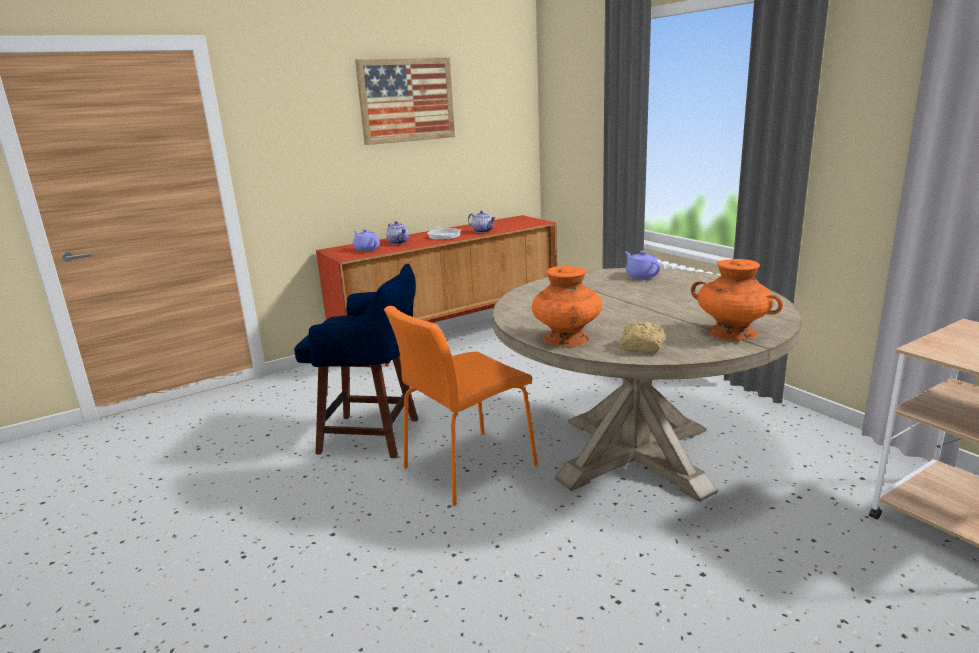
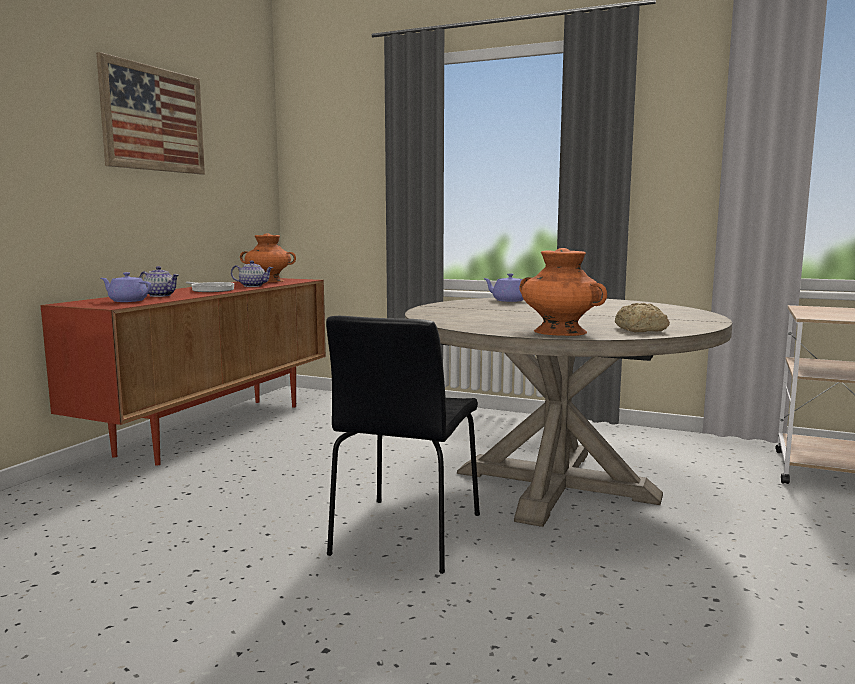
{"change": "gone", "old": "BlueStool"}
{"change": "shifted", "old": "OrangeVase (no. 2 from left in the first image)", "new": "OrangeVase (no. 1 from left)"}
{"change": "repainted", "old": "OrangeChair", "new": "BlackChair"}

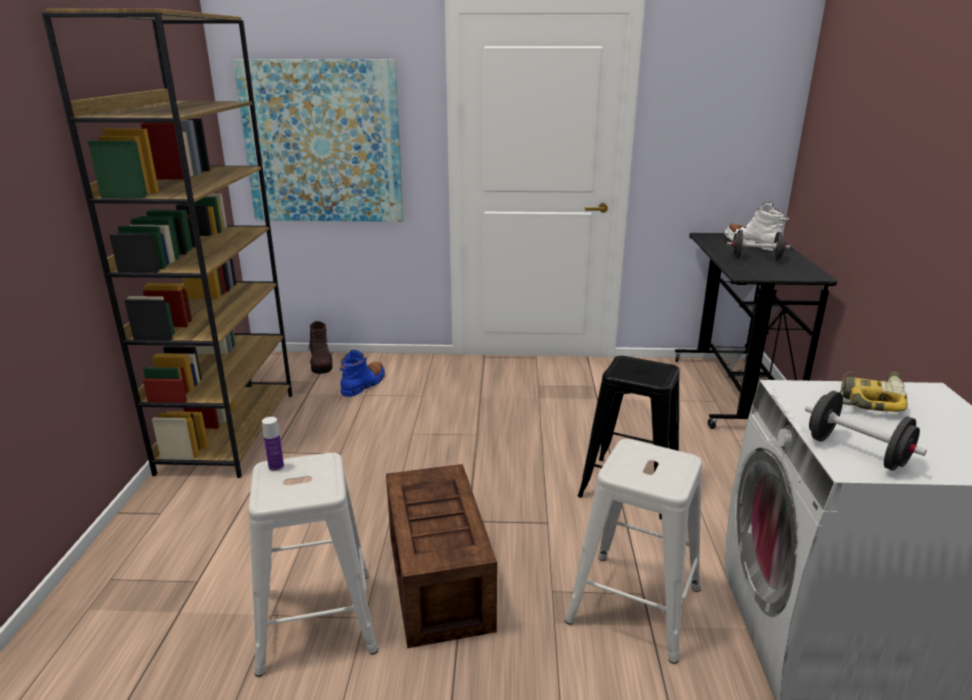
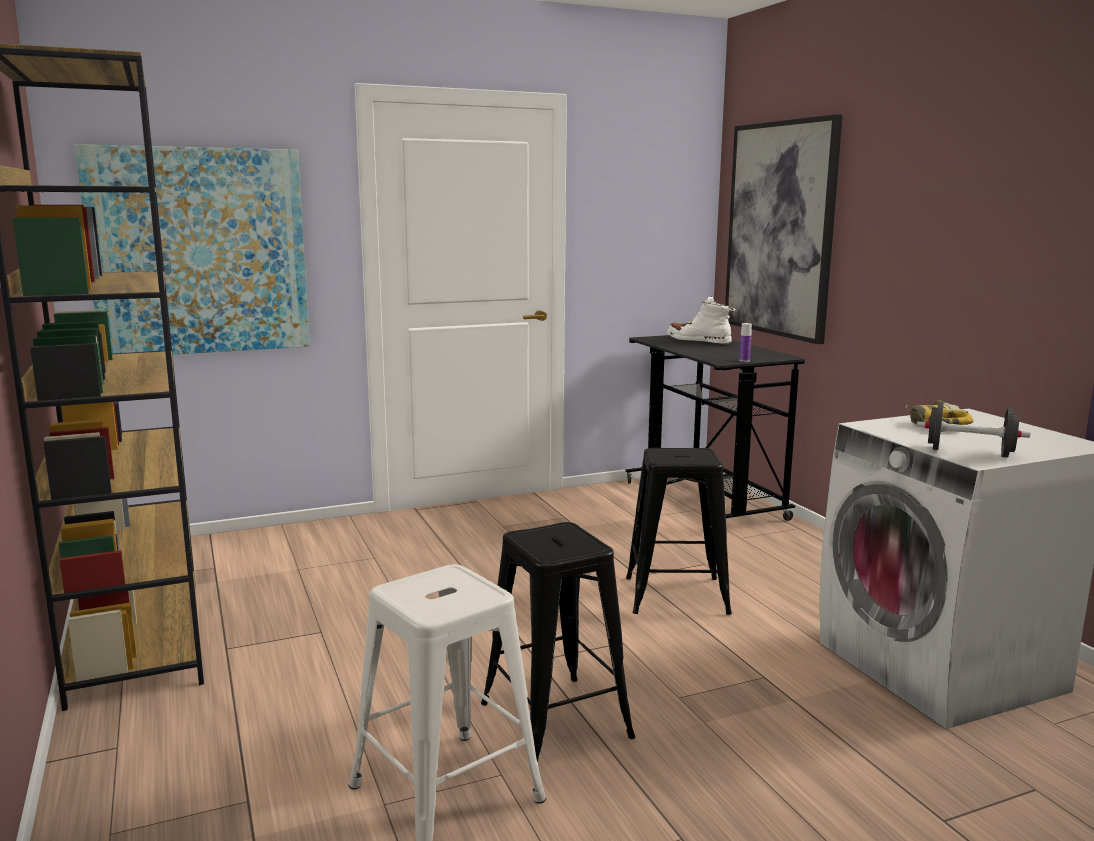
{"change": "gone", "old": "BrownBoot"}
{"change": "gone", "old": "BlueBoot"}
{"change": "gone", "old": "WhiteStool (no. 2 from left)"}
{"change": "gone", "old": "BlackDumbbell (no. 1 from left)"}
{"change": "new", "new": "Picture (no. 2 from left)"}
{"change": "shifted", "old": "Bottle"}
{"change": "swapped", "old": "Crate", "new": "BlackStool (no. 1 from left)"}

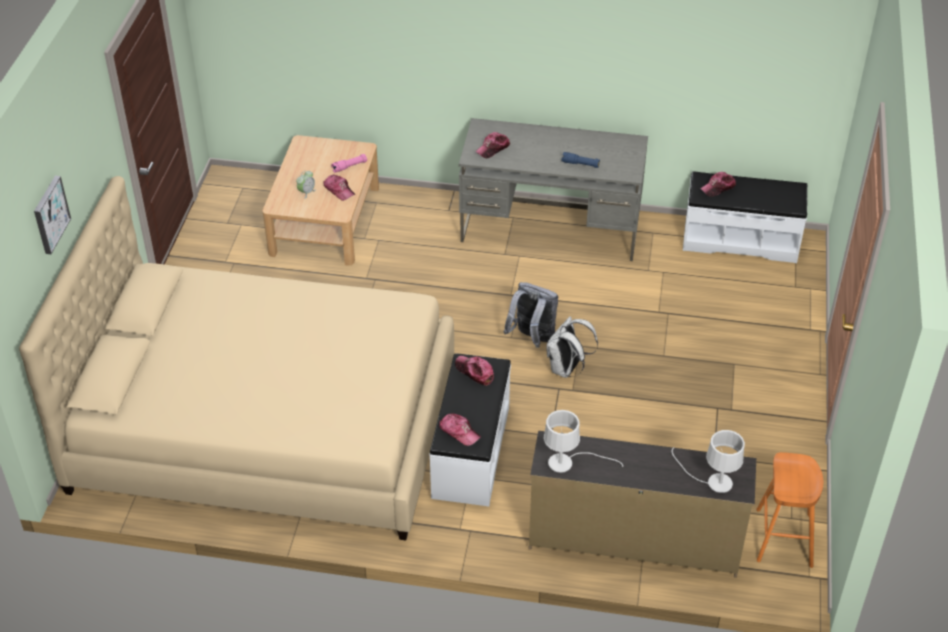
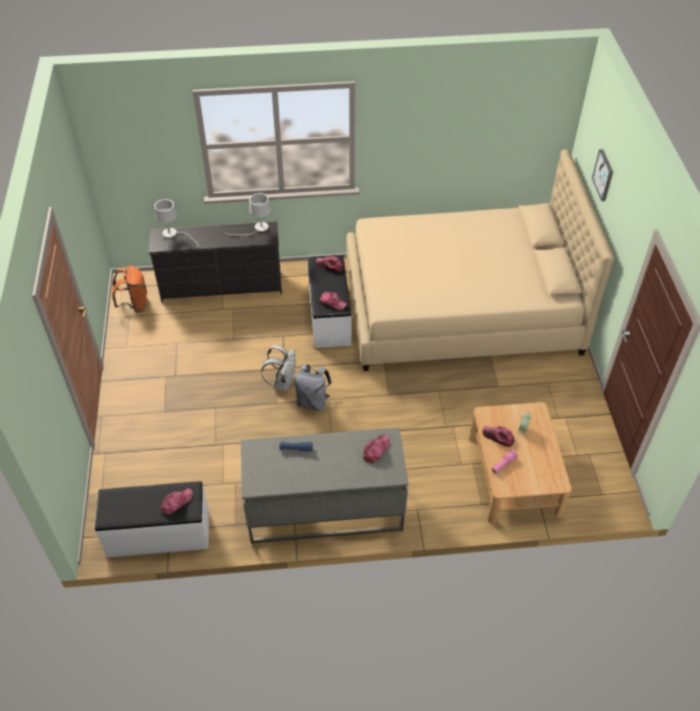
{"change": "swapped", "old": "OrangeStool", "new": "OrangeBackpack"}

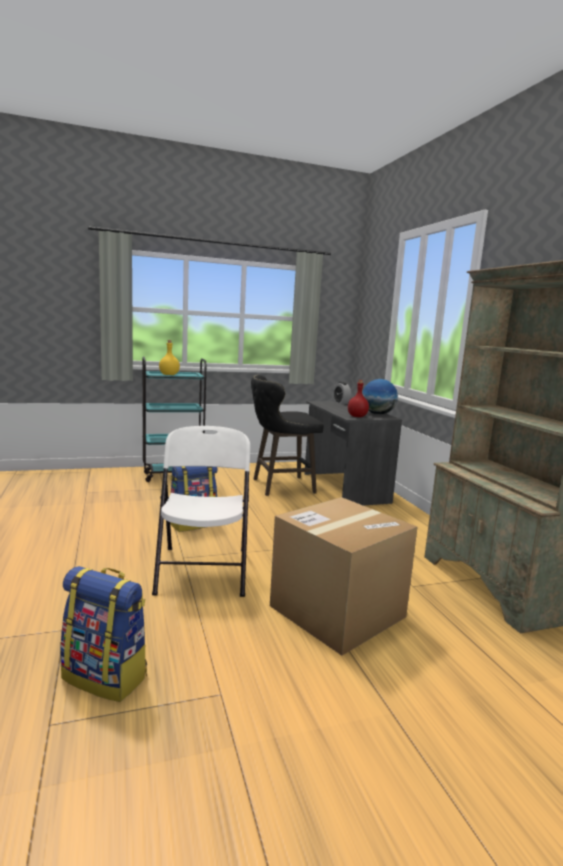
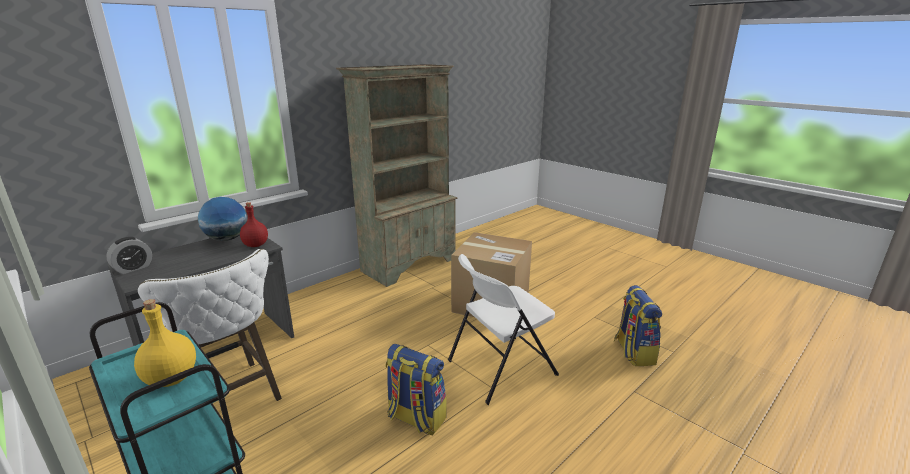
{"change": "repainted", "old": "BlackStool", "new": "WhiteStool"}

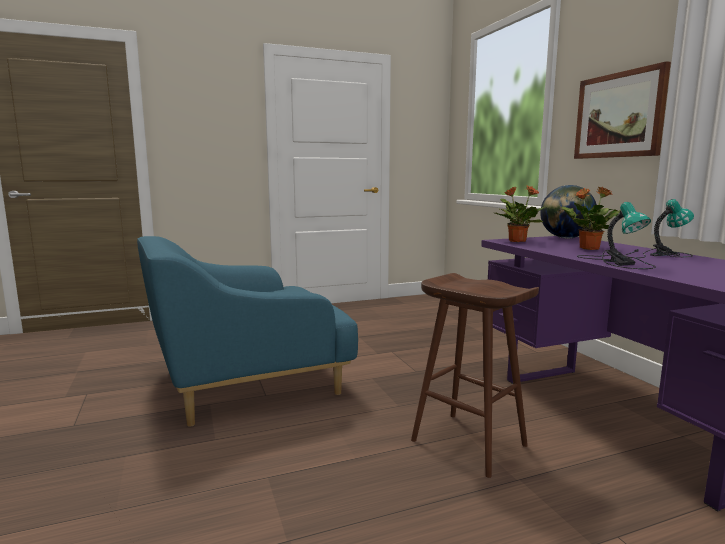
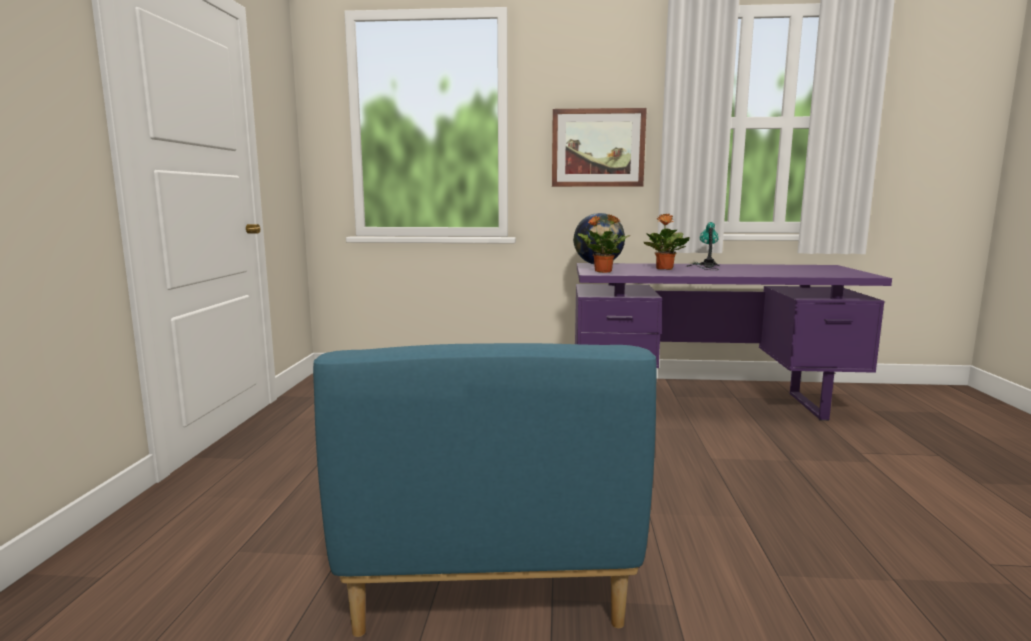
{"change": "gone", "old": "BrownStool"}
{"change": "gone", "old": "TableLamp (no. 1 from left)"}

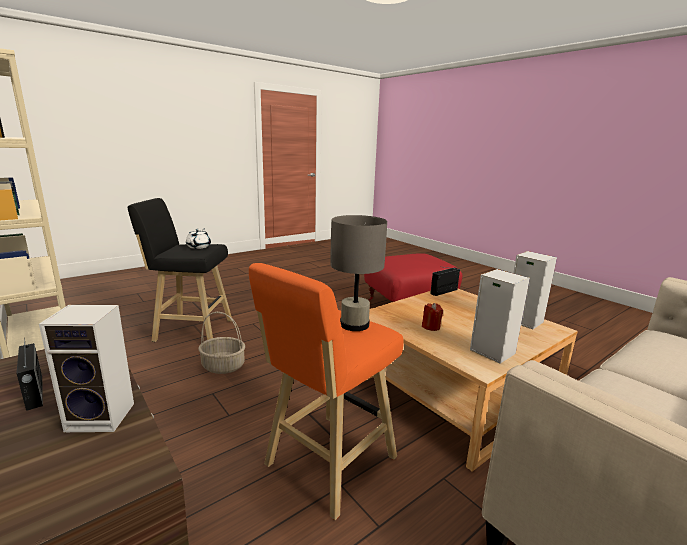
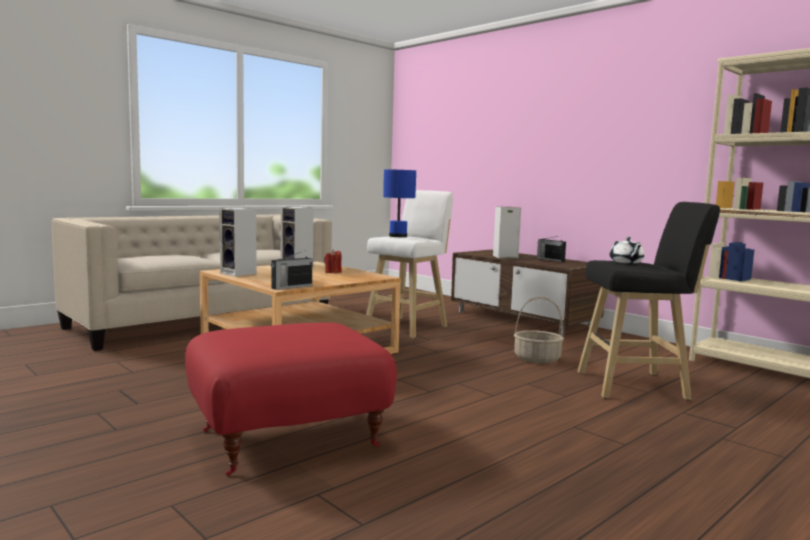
{"change": "repainted", "old": "OrangeStool", "new": "WhiteStool"}
{"change": "repainted", "old": "GreyTableLamp", "new": "BlueTableLamp"}

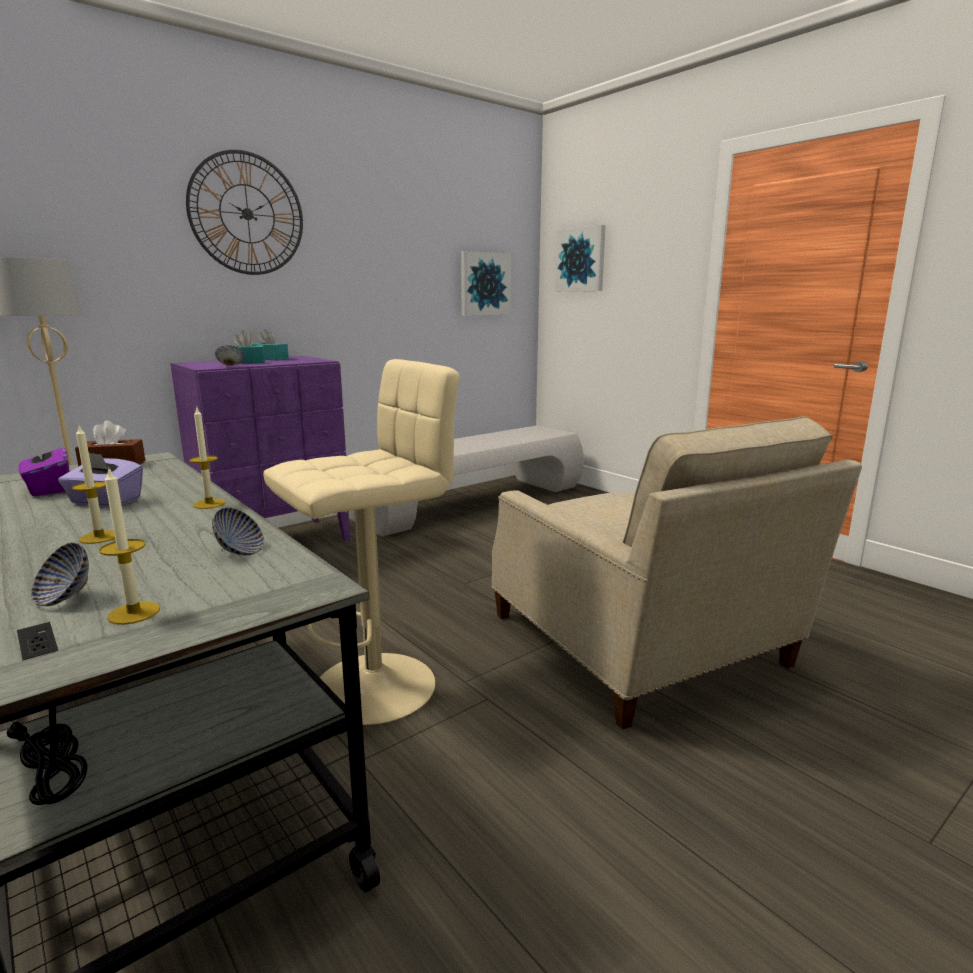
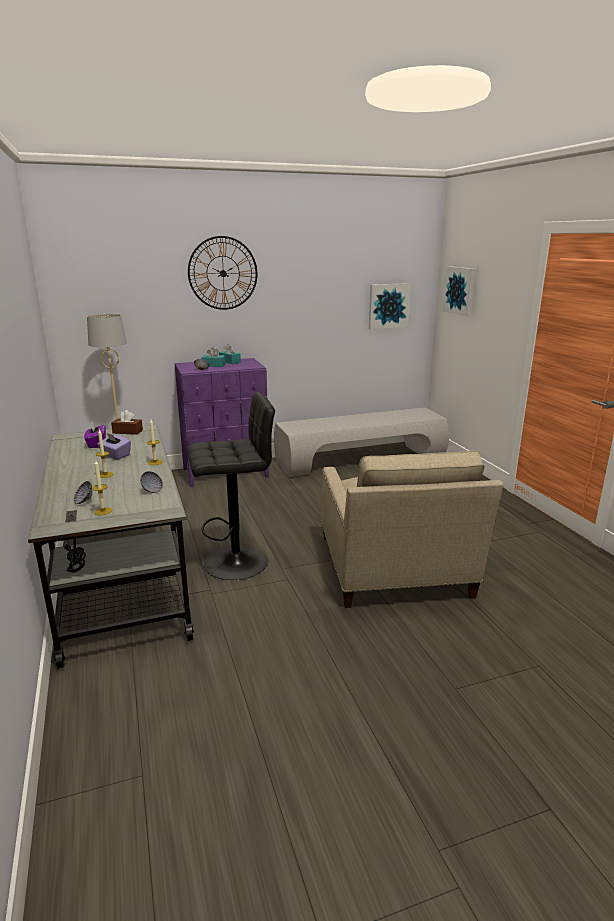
{"change": "repainted", "old": "BeigeStool", "new": "BlackStool"}

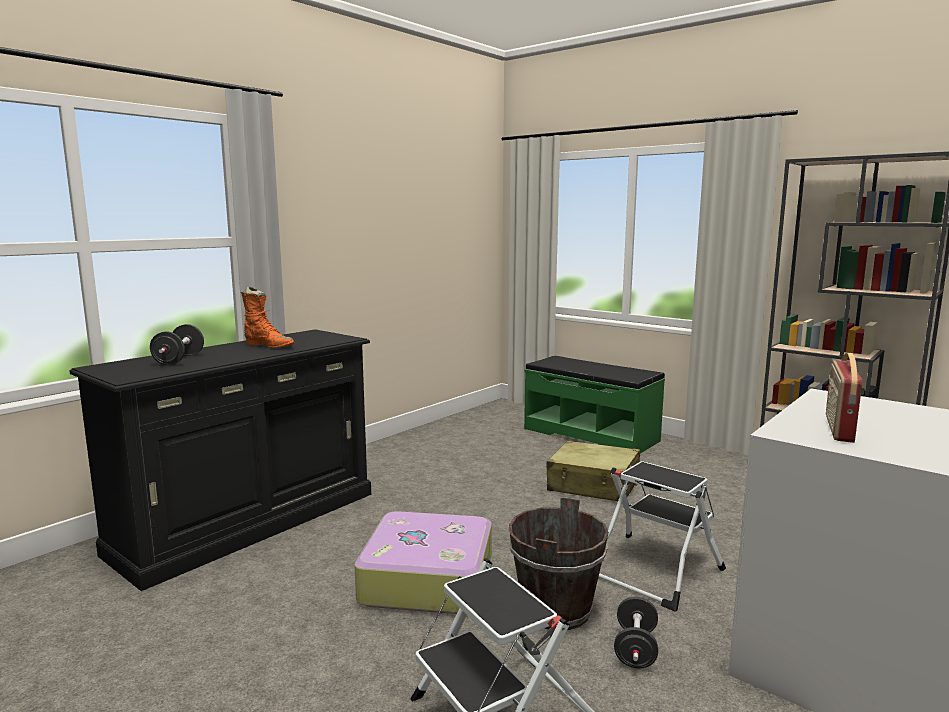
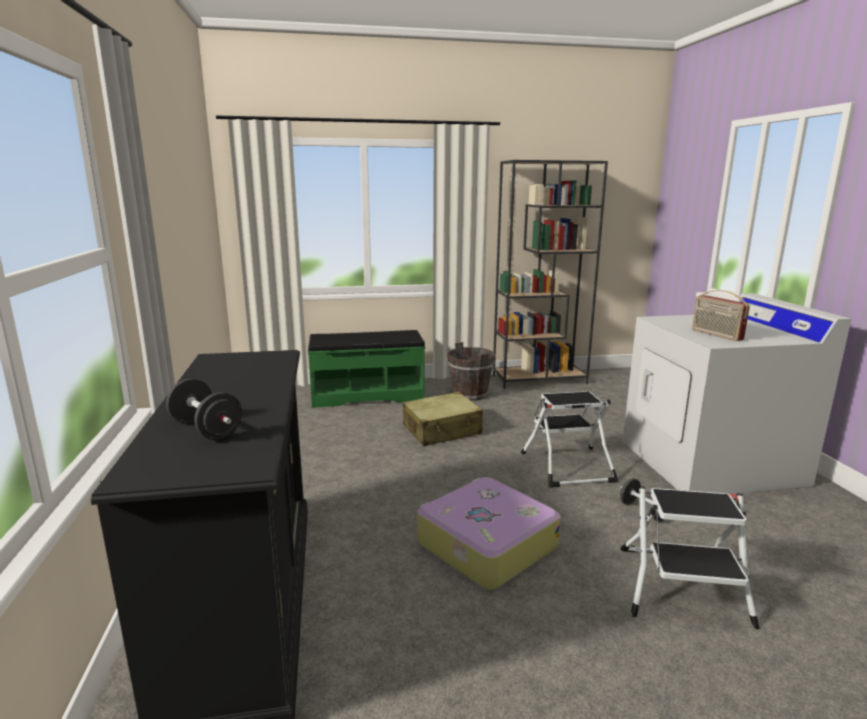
{"change": "gone", "old": "OrangeBoot"}
{"change": "shifted", "old": "BrownBucket"}

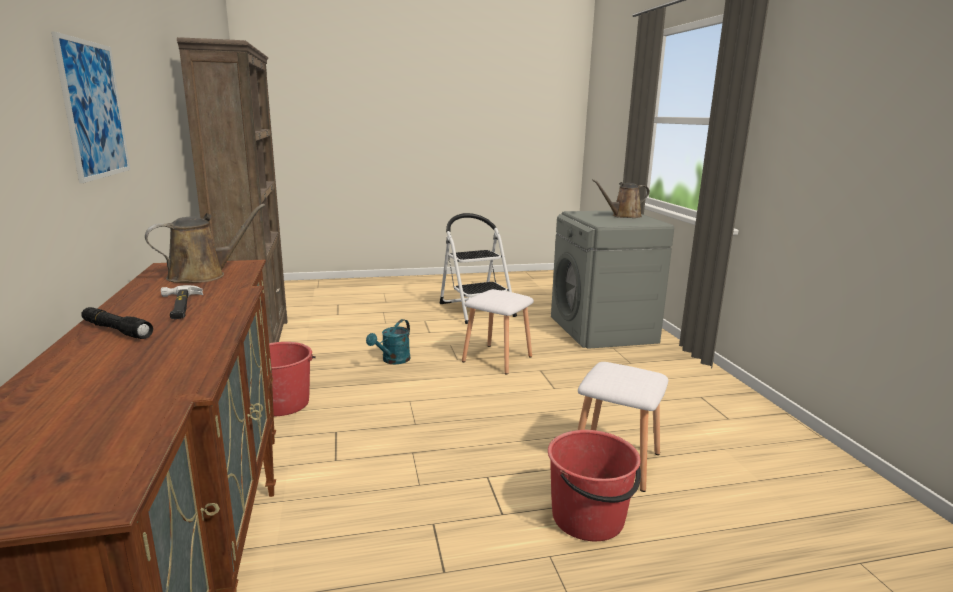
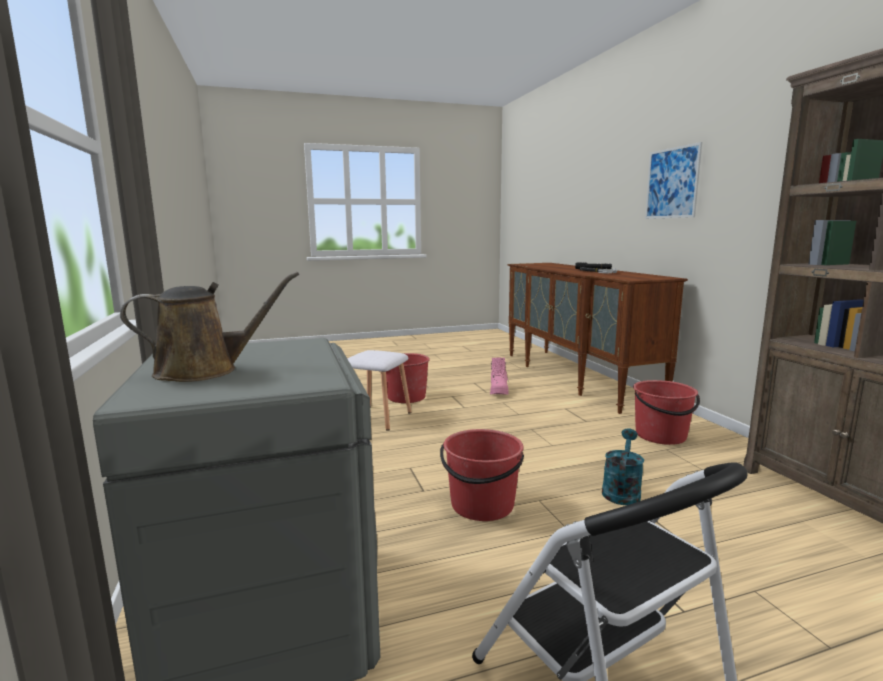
{"change": "gone", "old": "BrownWateringCan (no. 1 from left)"}
{"change": "new", "new": "PinkBoot"}
{"change": "swapped", "old": "WhiteStool (no. 1 from left)", "new": "RedBucket (no. 2 from left)"}

